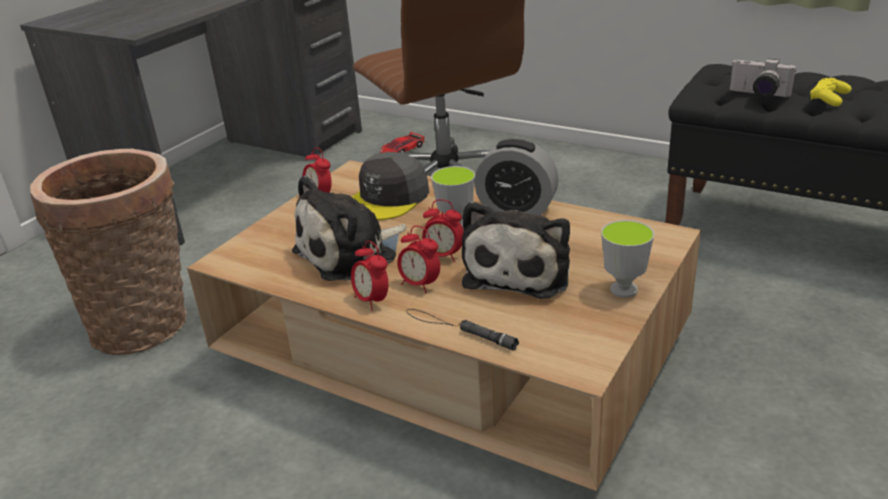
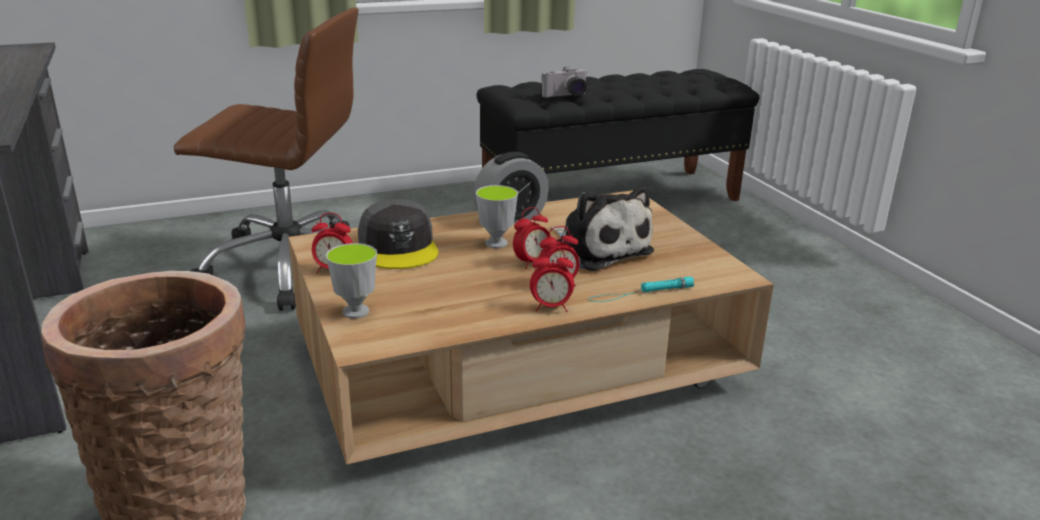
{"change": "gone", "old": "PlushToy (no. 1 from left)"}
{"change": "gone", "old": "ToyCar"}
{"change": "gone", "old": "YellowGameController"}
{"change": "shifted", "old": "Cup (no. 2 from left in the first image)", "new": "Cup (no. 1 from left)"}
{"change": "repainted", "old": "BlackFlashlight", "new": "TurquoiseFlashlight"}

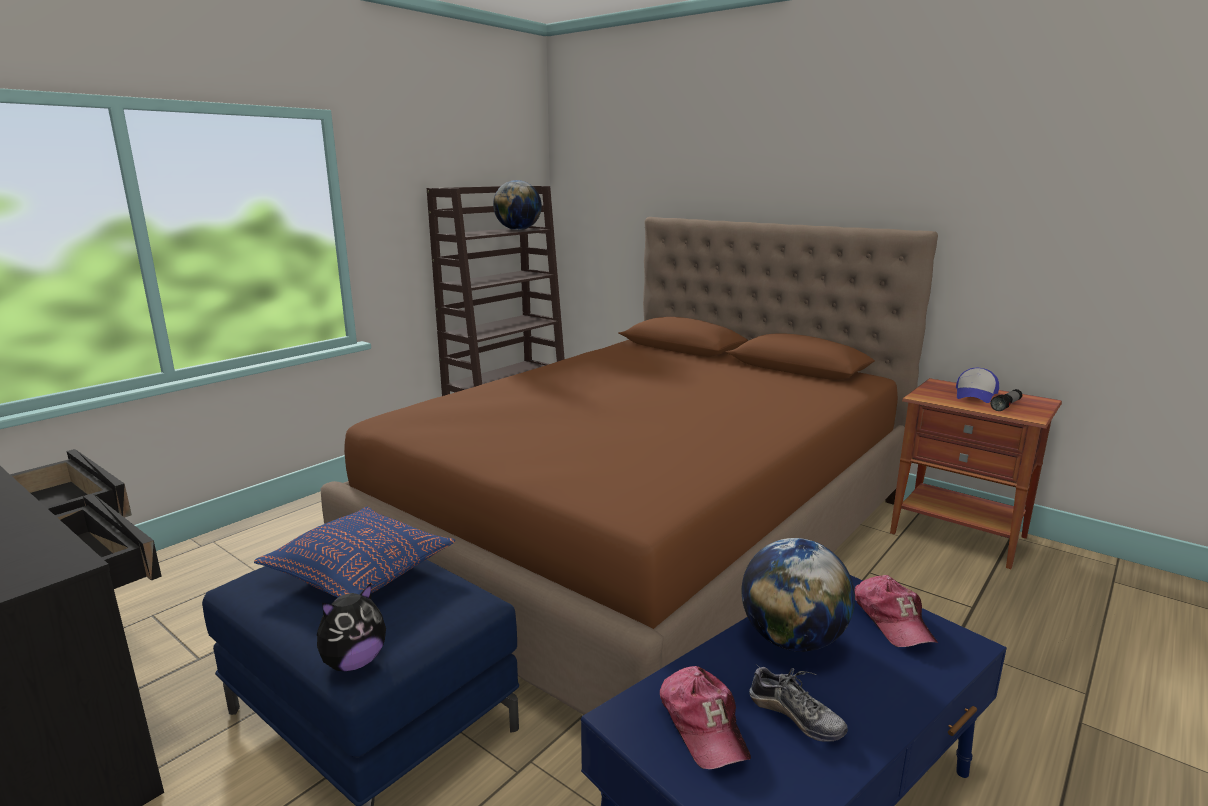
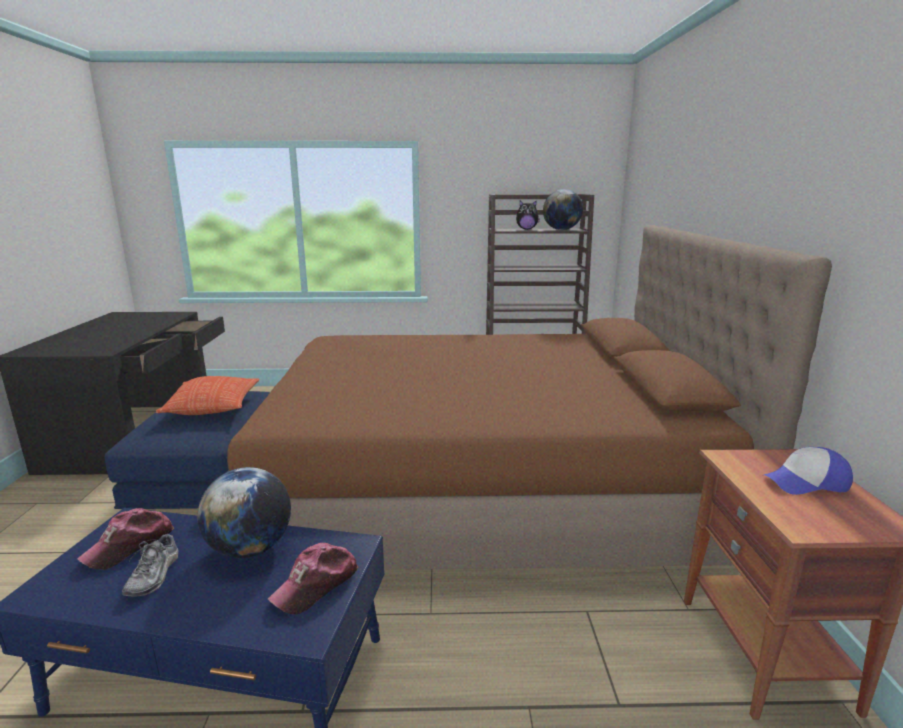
{"change": "gone", "old": "Flashlight"}
{"change": "shifted", "old": "PlushToy"}
{"change": "repainted", "old": "BluePillow", "new": "OrangePillow"}

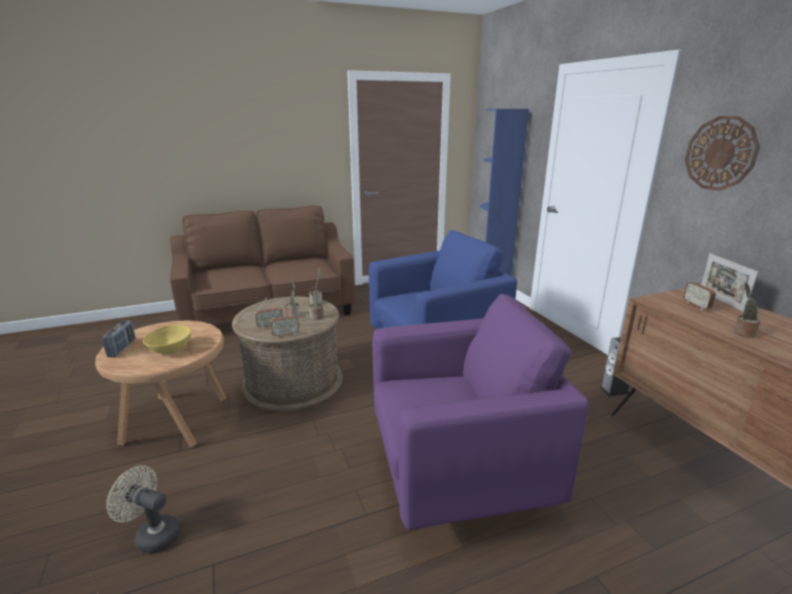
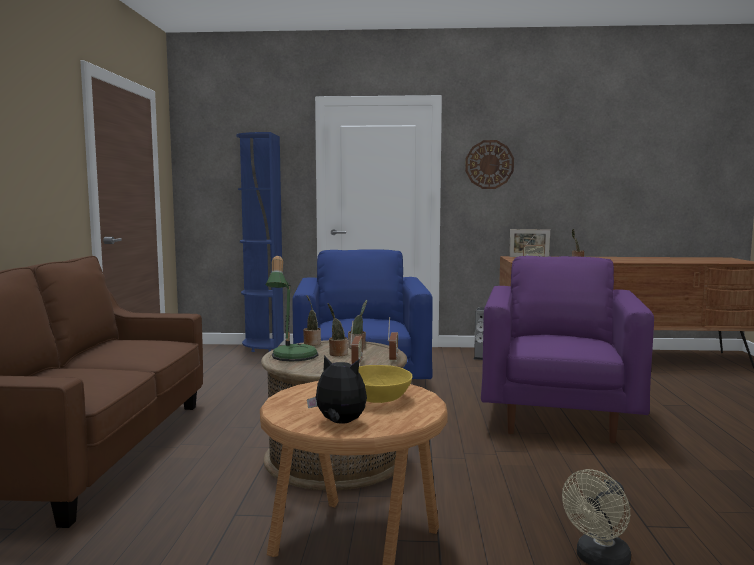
{"change": "new", "new": "TableLamp"}
{"change": "swapped", "old": "Radio (no. 1 from left)", "new": "PlushToy"}

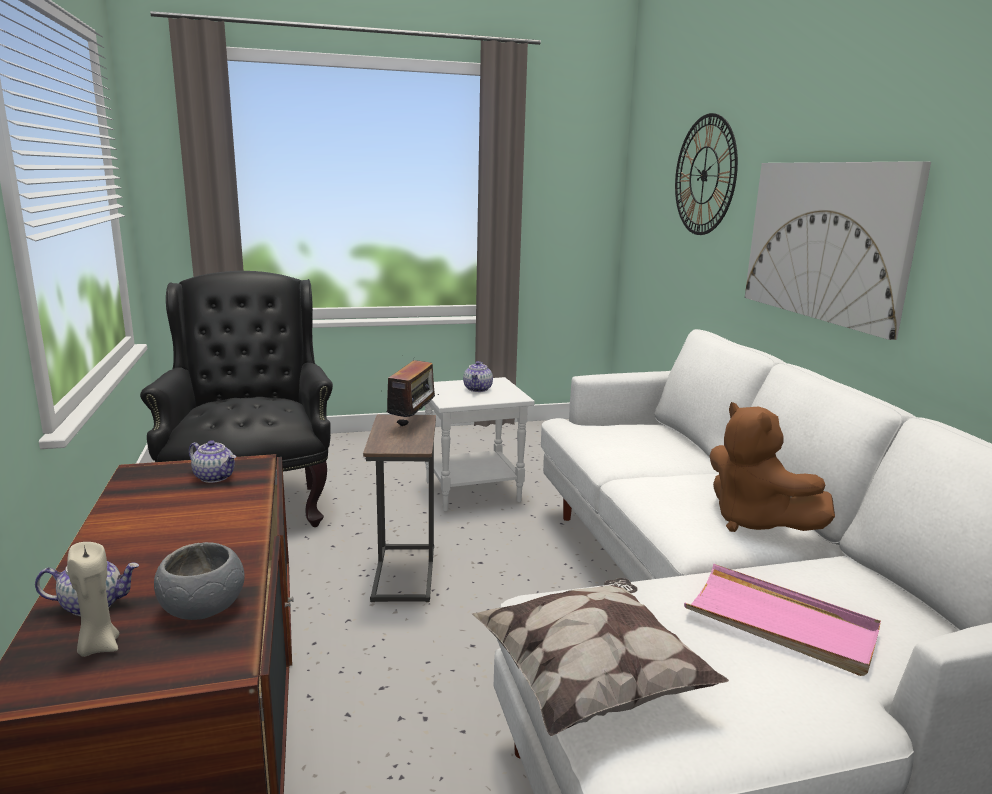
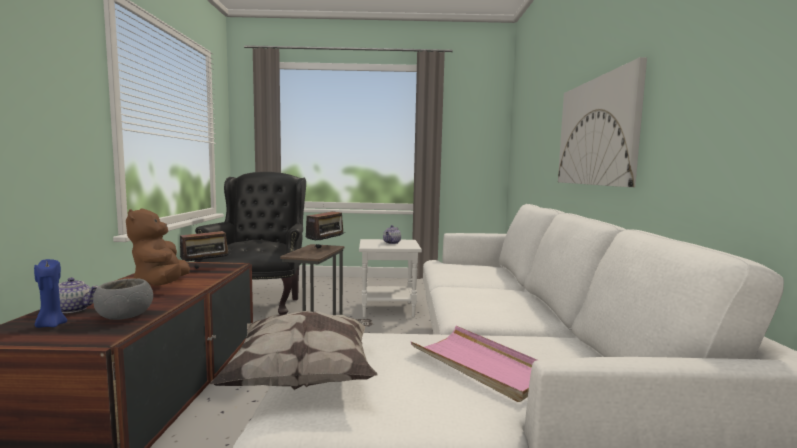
{"change": "gone", "old": "WallClock"}
{"change": "shifted", "old": "BrownPlushToy"}
{"change": "swapped", "old": "Teapot (no. 2 from left)", "new": "Radio (no. 1 from left)"}
{"change": "repainted", "old": "BeigeCandle", "new": "BlueCandle"}

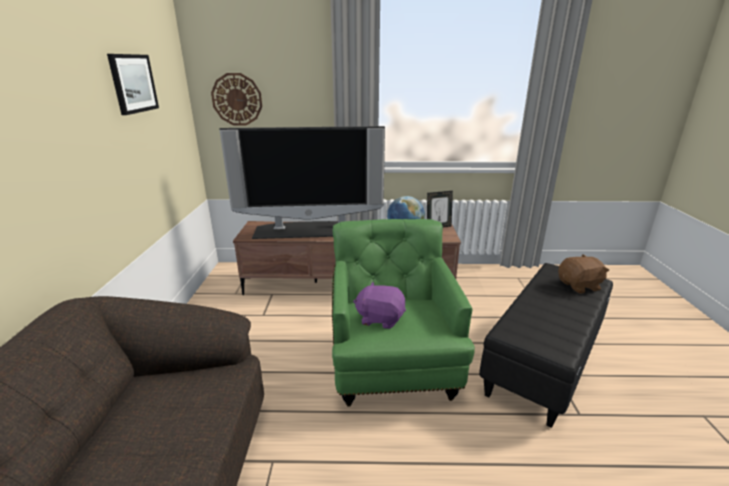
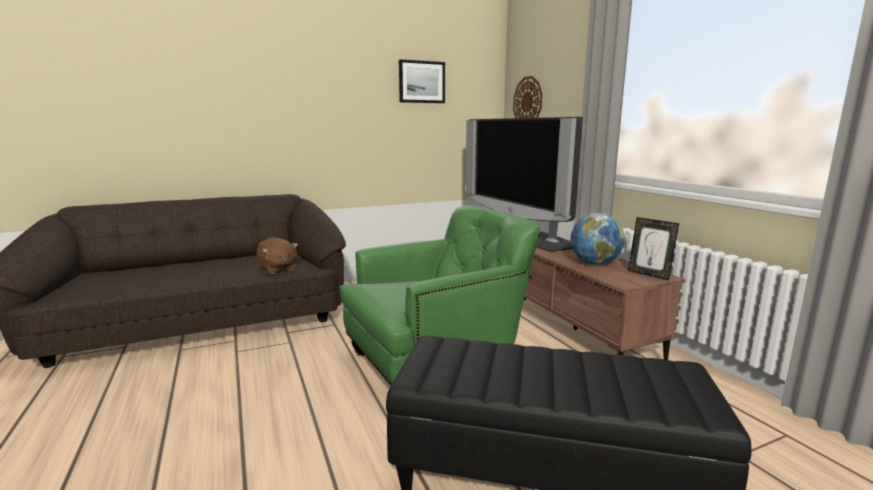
{"change": "gone", "old": "PurplePlushToy"}
{"change": "shifted", "old": "BrownPlushToy"}

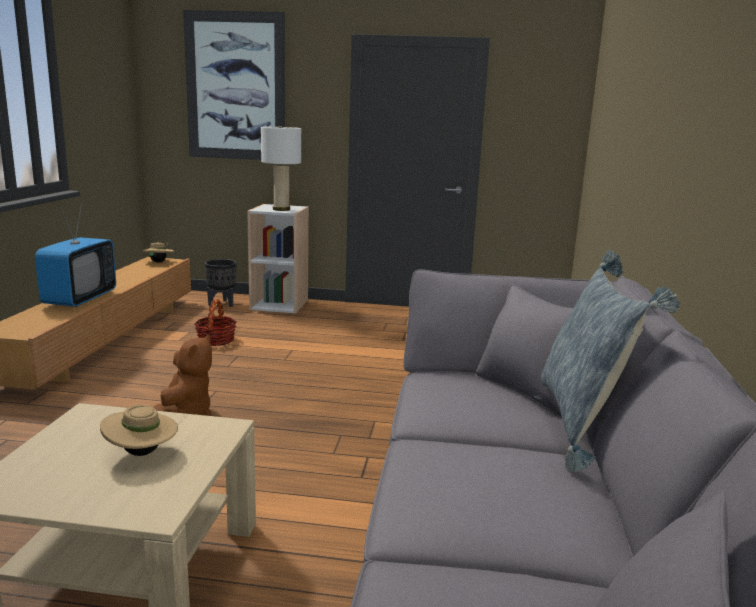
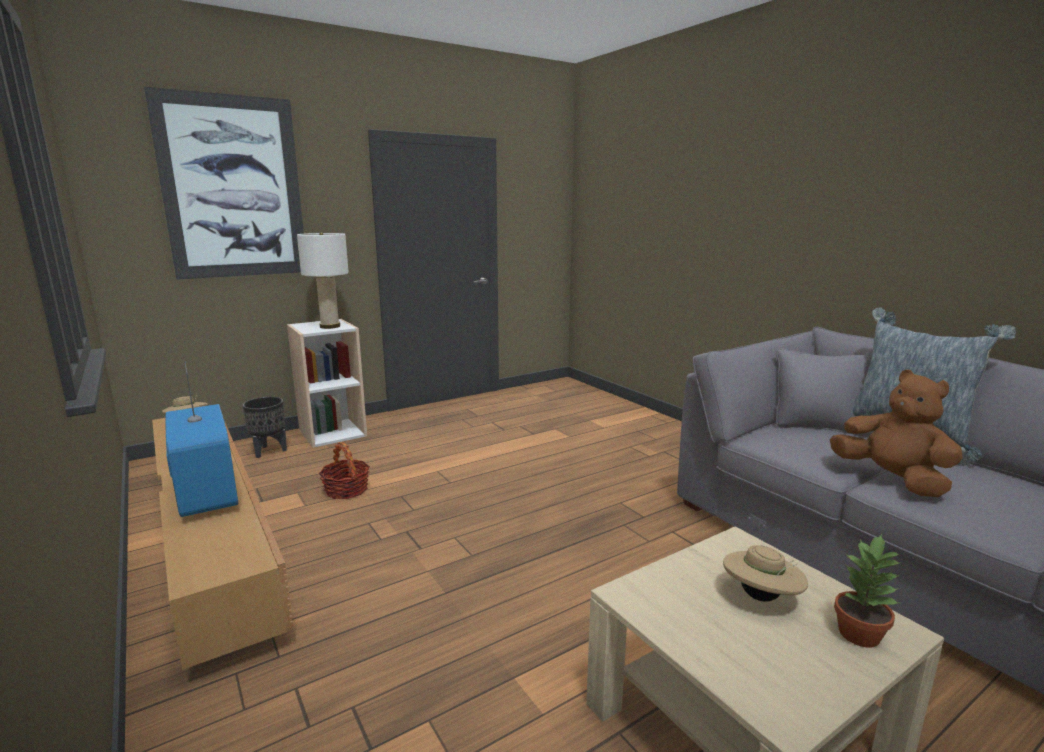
{"change": "new", "new": "PottedPlant"}
{"change": "shifted", "old": "BrownPlushToy"}

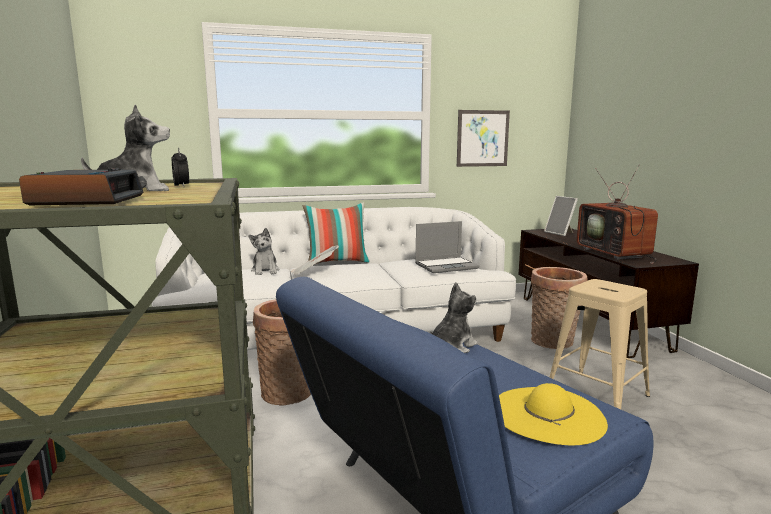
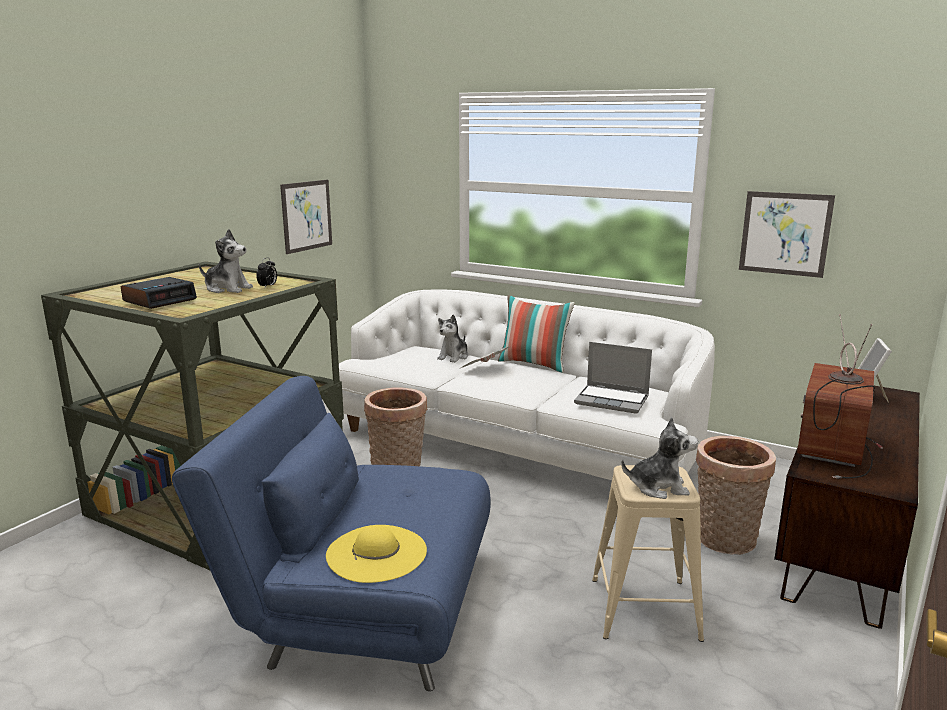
{"change": "new", "new": "Picture (no. 1 from left)"}
{"change": "shifted", "old": "PlushToy (no. 3 from left)"}

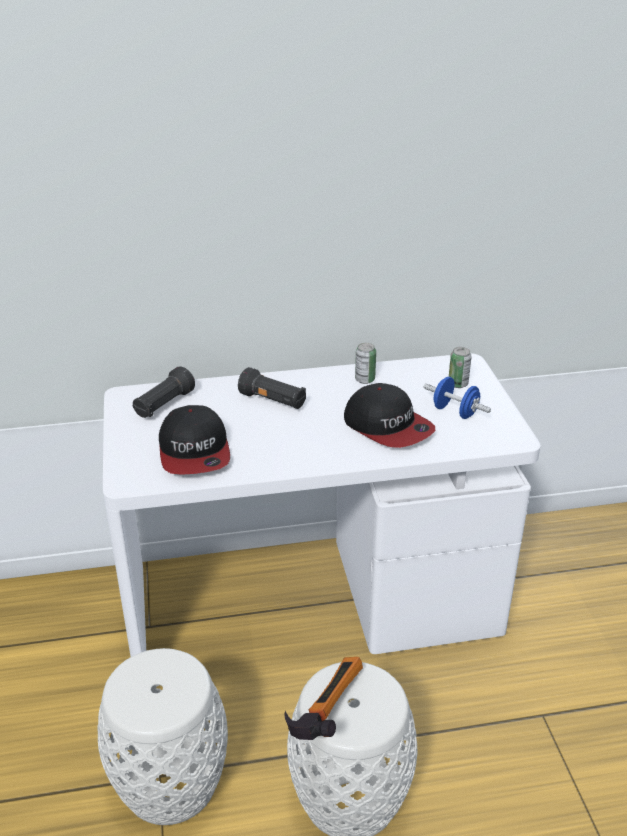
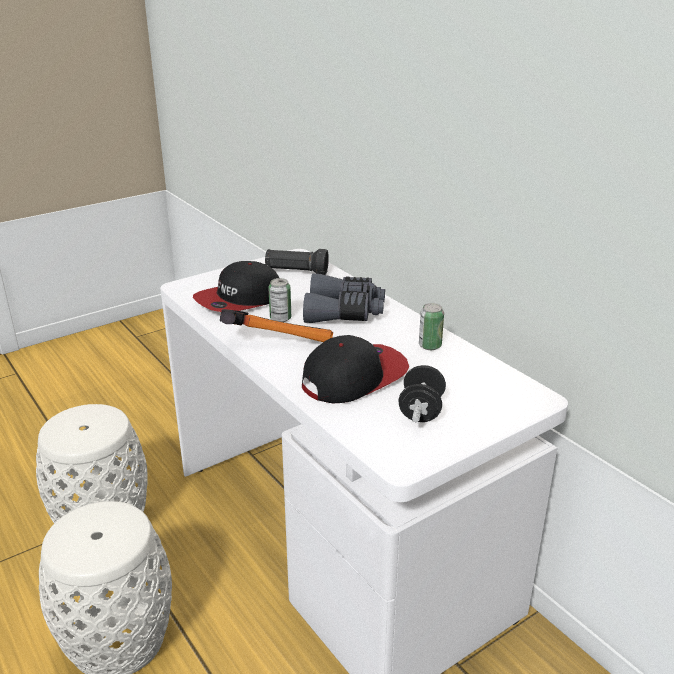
{"change": "shifted", "old": "Hammer"}
{"change": "shifted", "old": "Can (no. 2 from left in the first image)", "new": "Can (no. 1 from left)"}
{"change": "swapped", "old": "BlackFlashlight (no. 2 from left)", "new": "GreyBinoculars"}
{"change": "repainted", "old": "BlueDumbbell", "new": "BlackDumbbell"}
{"change": "rotated", "old": "Cap (no. 2 from left)", "degrees": -150}

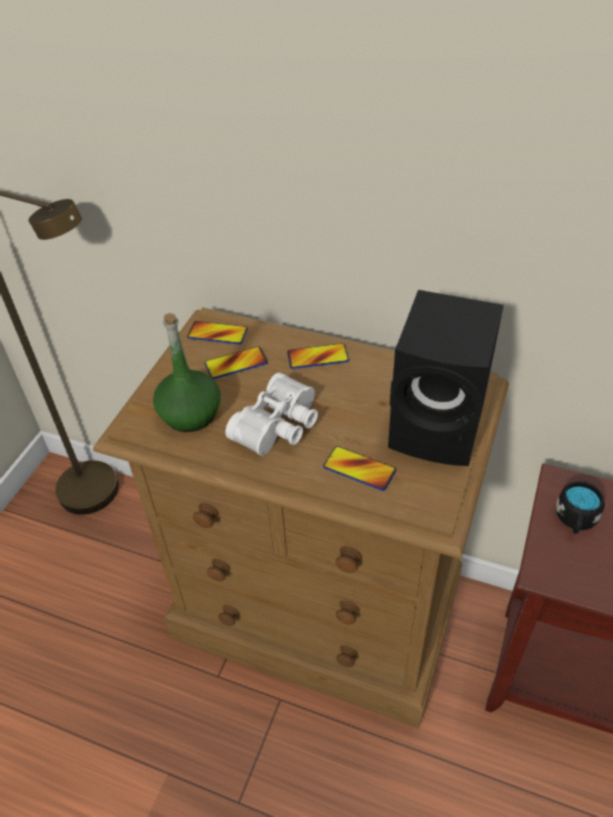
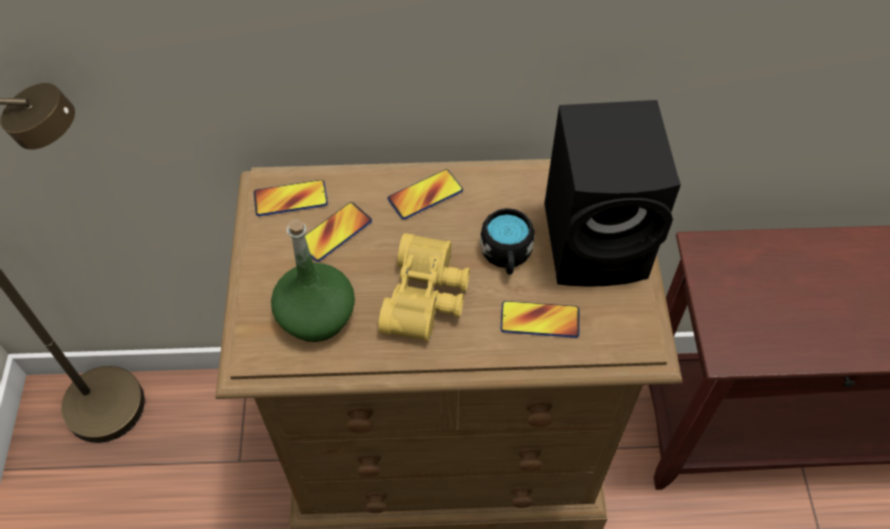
{"change": "shifted", "old": "BlackMug"}
{"change": "repainted", "old": "WhiteBinoculars", "new": "YellowBinoculars"}

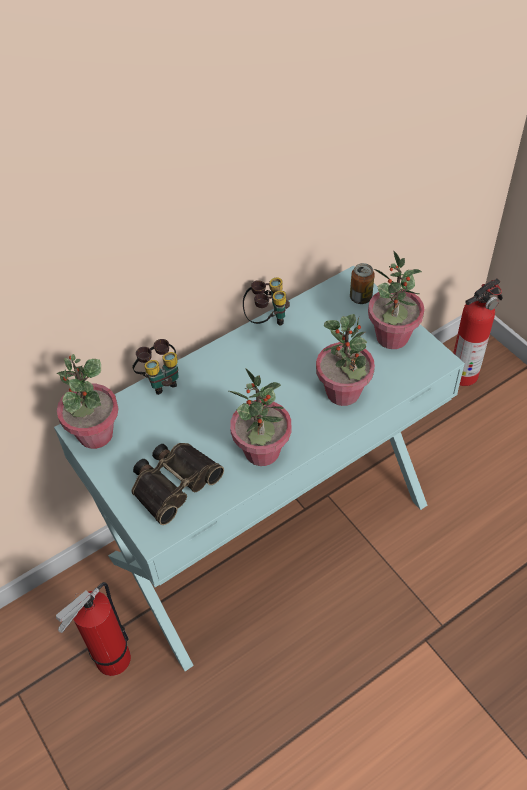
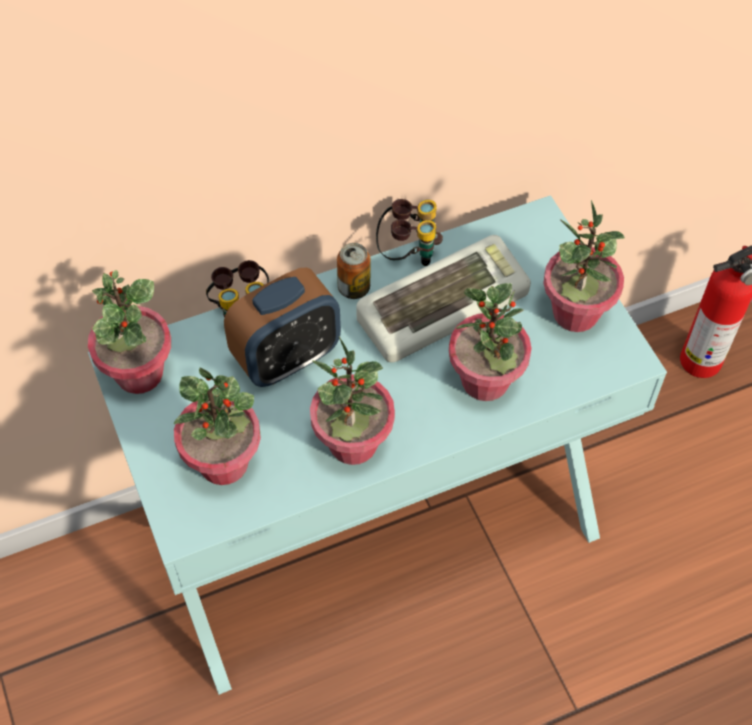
{"change": "gone", "old": "FireExtinguisher (no. 1 from left)"}
{"change": "new", "new": "AlarmClock"}
{"change": "new", "new": "Keyboard"}
{"change": "shifted", "old": "Can"}
{"change": "swapped", "old": "Binoculars (no. 2 from left)", "new": "PottedPlant (no. 2 from left)"}

